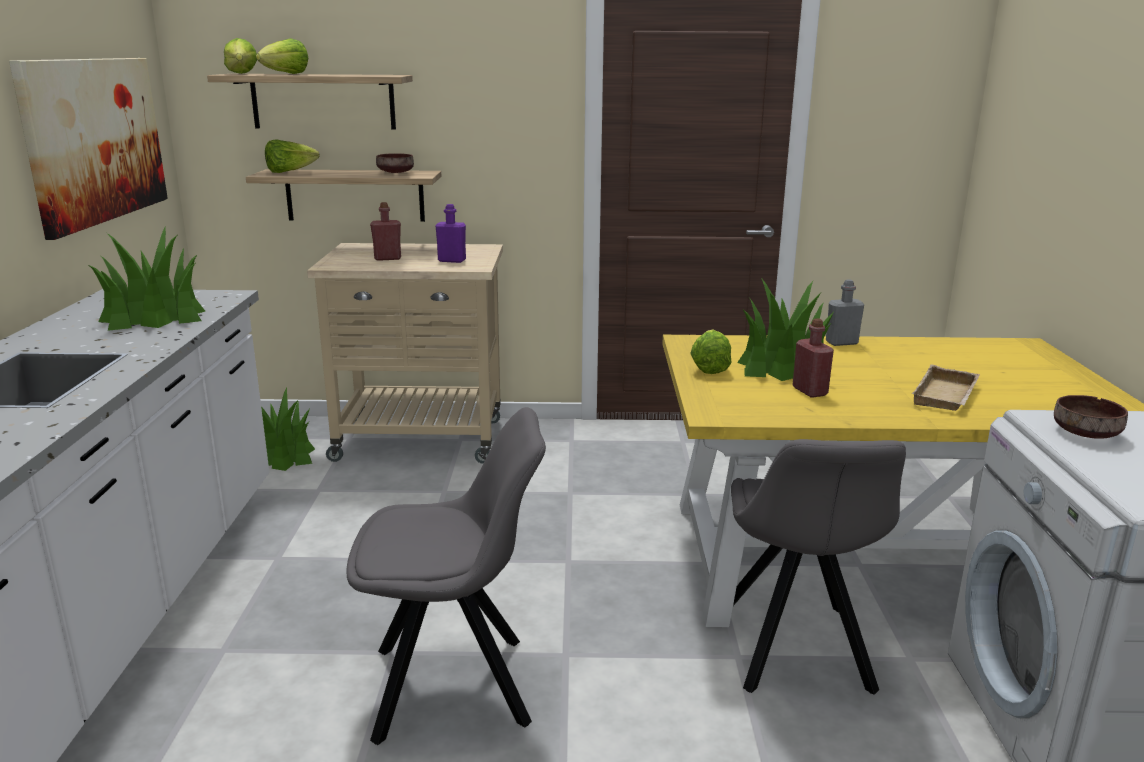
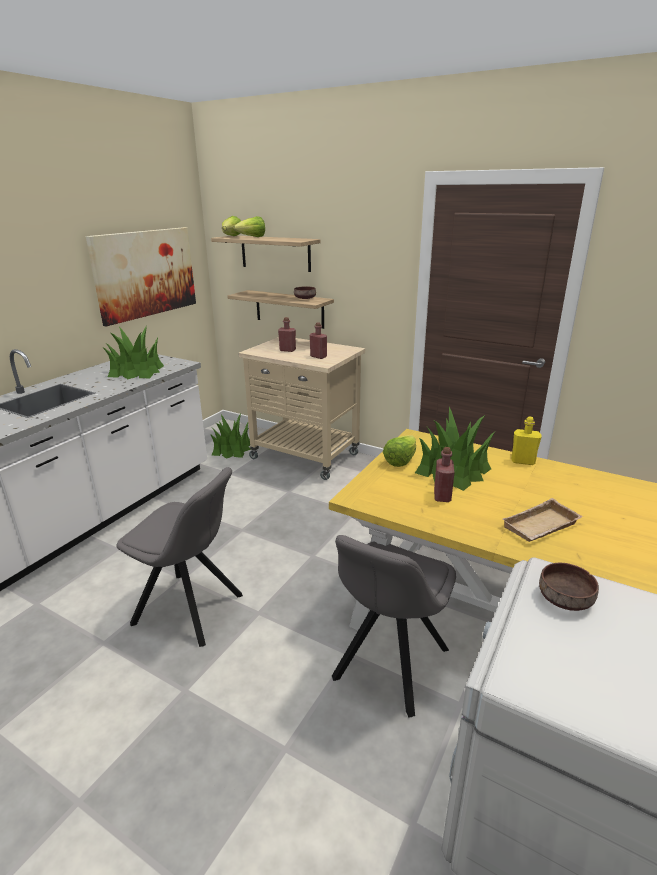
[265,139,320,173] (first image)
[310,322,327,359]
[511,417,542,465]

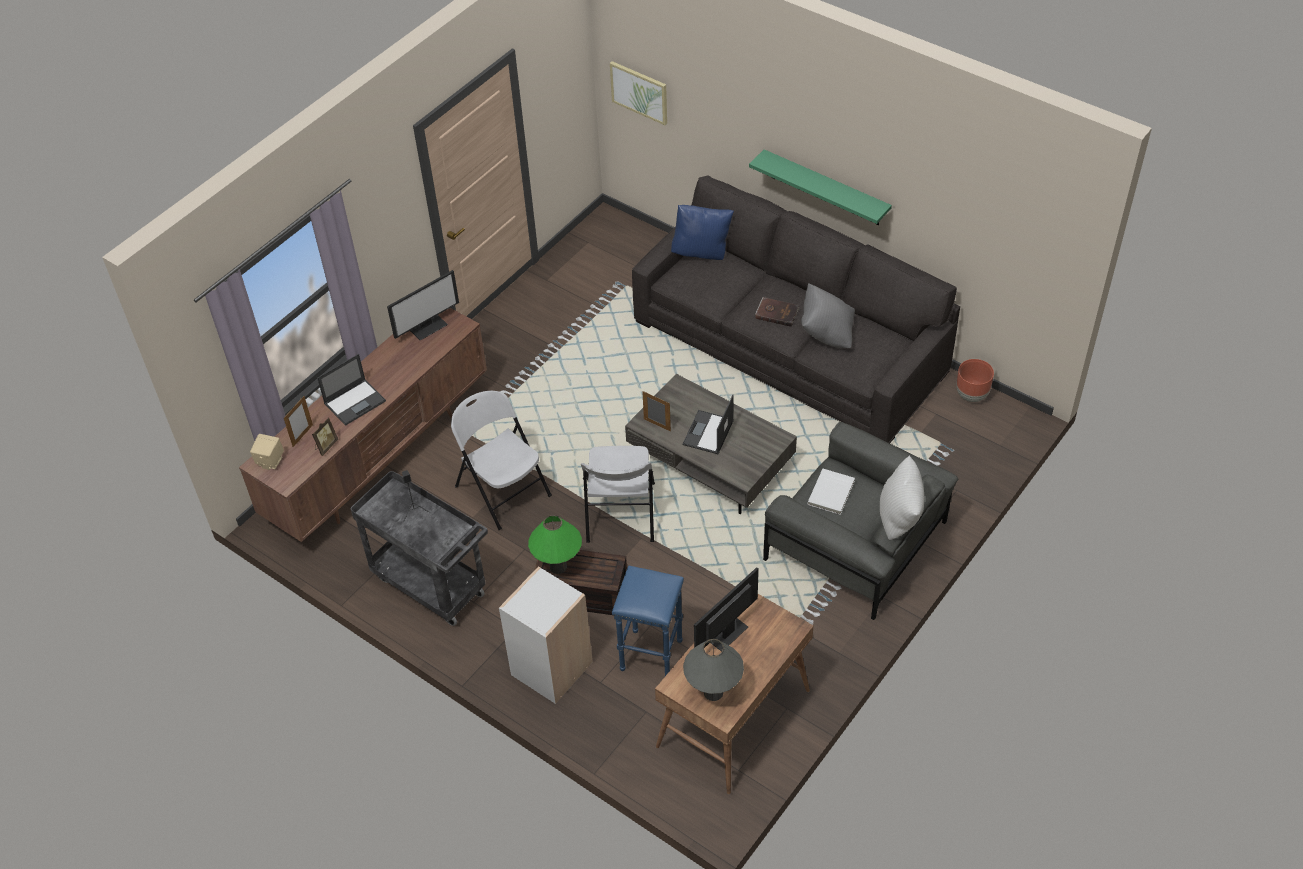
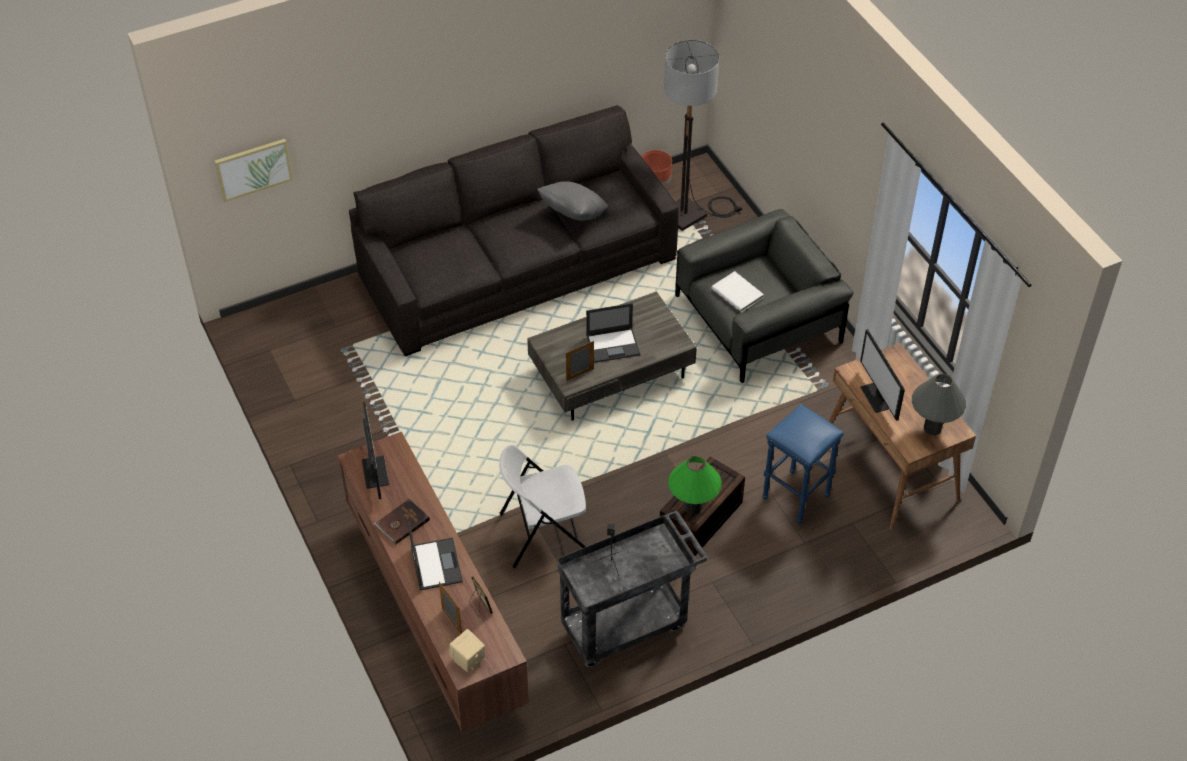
[499,566,592,704] (first image)
[581,446,655,543] (first image)
[671,205,734,260] (first image)
[586,303,640,363]
[749,149,892,225] (first image)
[374,499,430,544]
[880,455,924,540] (first image)
[664,40,742,231]

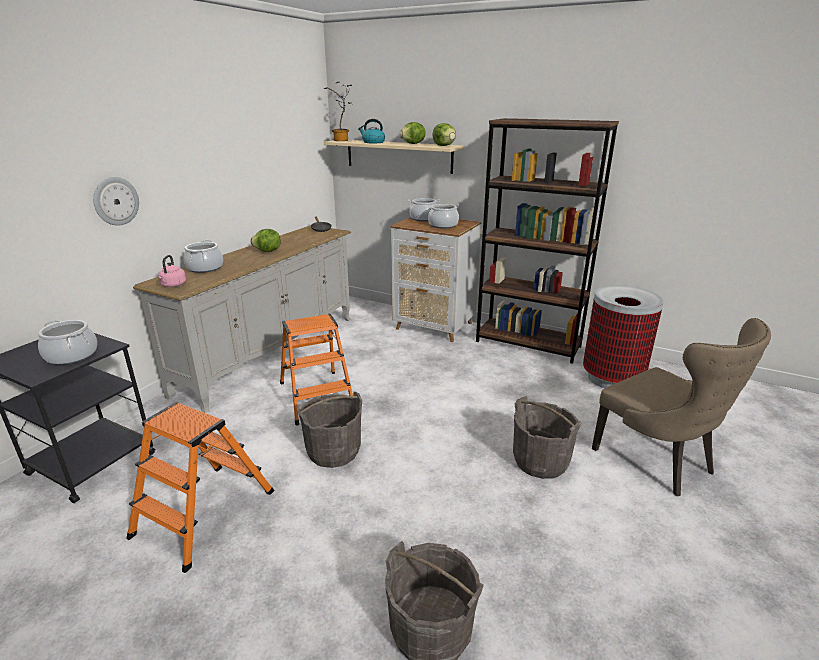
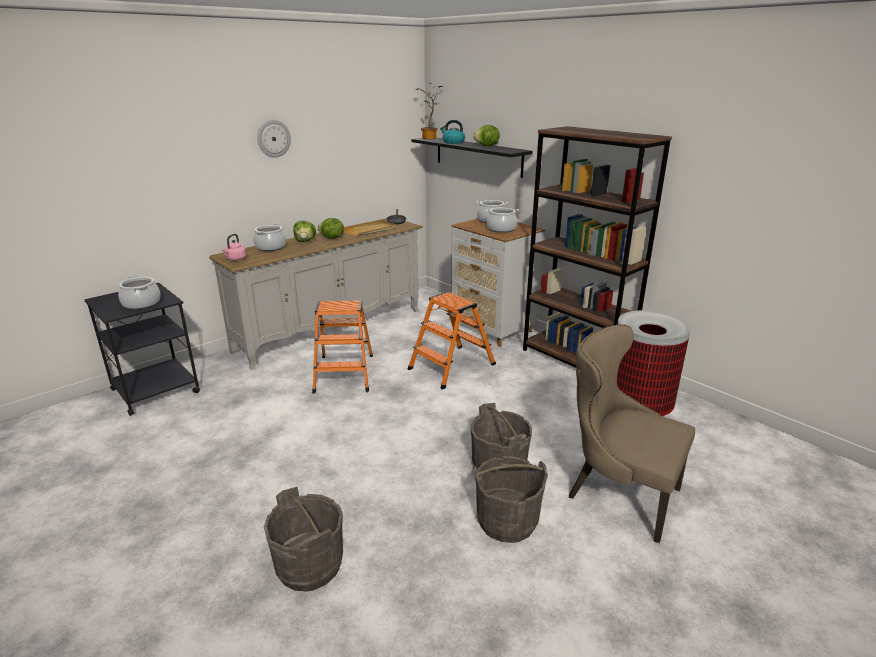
[257,120,291,158]
[408,291,496,390]
[473,456,548,543]
[412,137,533,178]
[294,221,316,242]
[569,324,695,543]
[344,220,397,237]

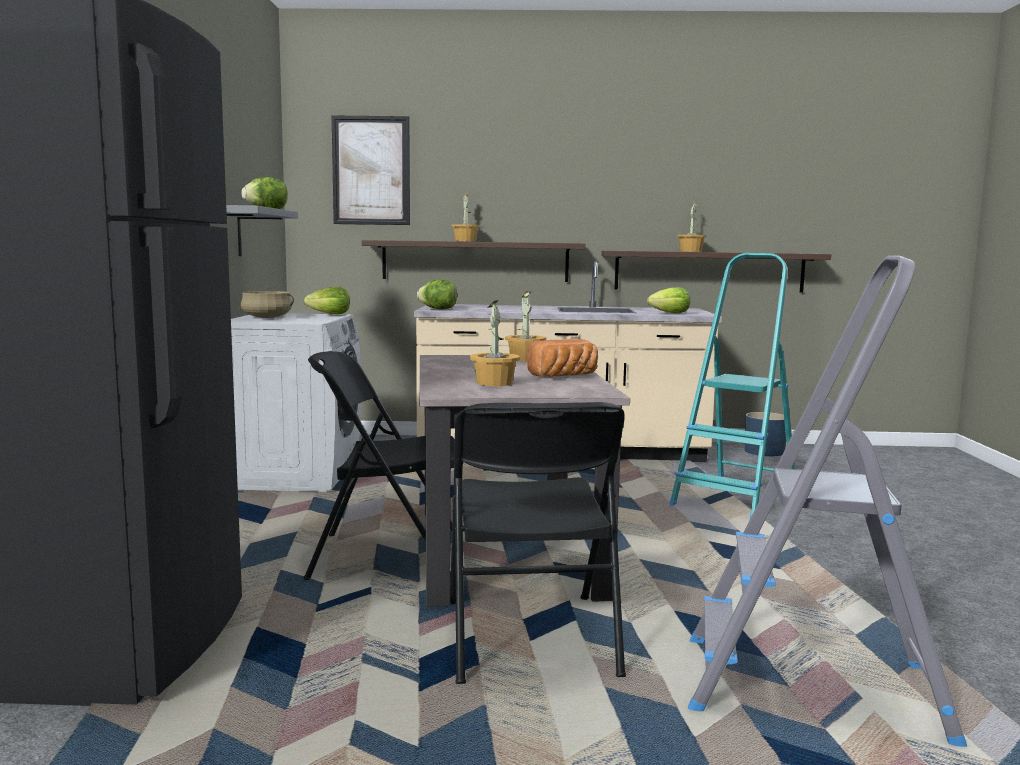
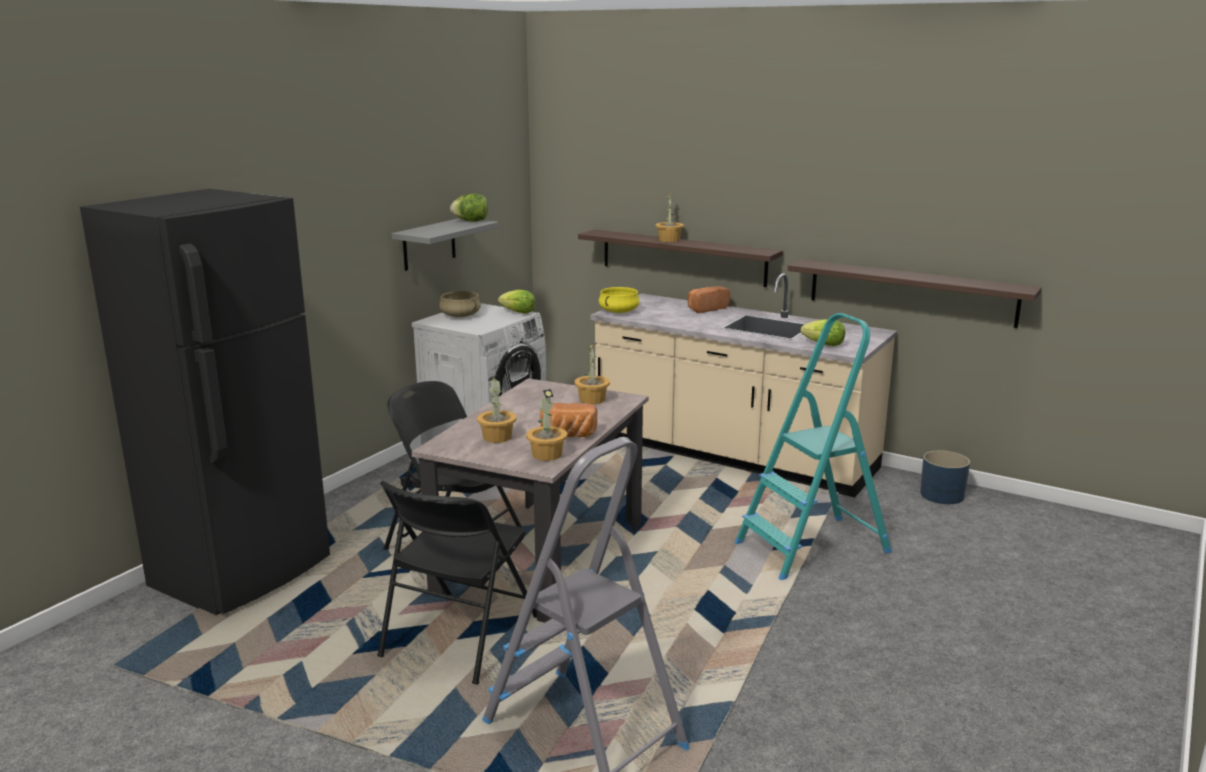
[332,116,410,225] (first image)
[599,287,640,313]
[526,389,567,461]
[687,286,730,313]

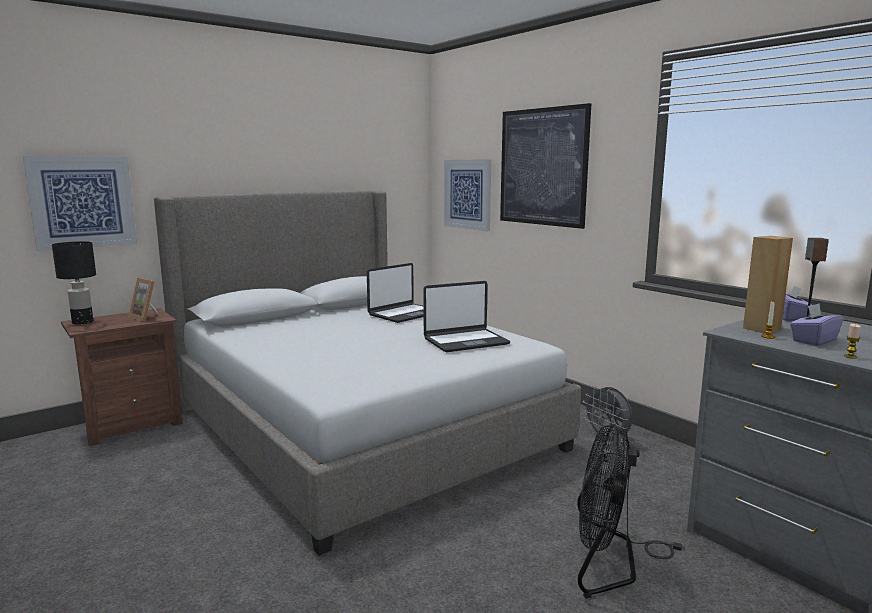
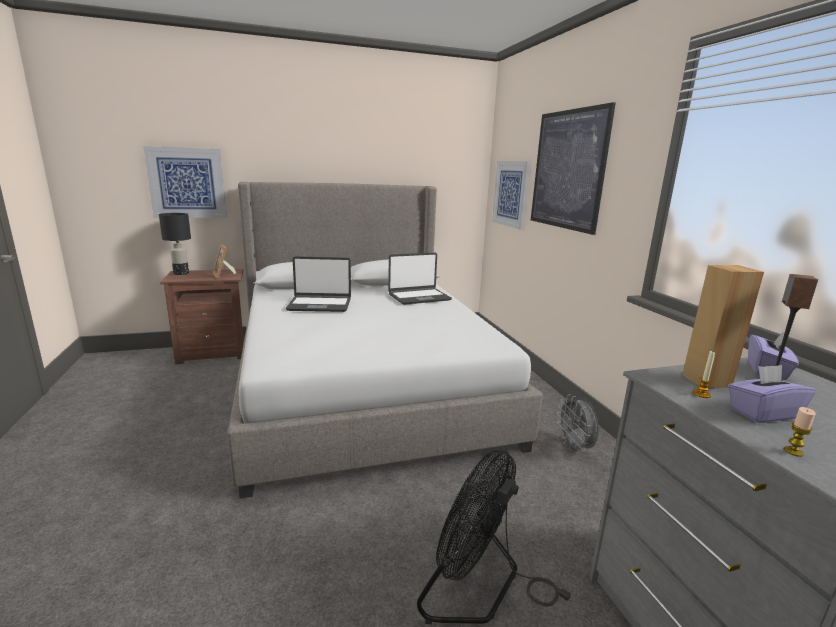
[286,256,351,312]

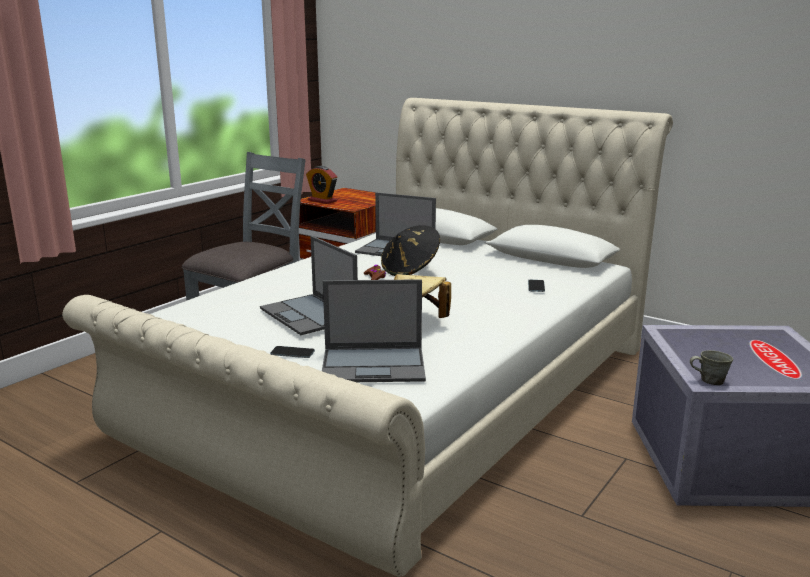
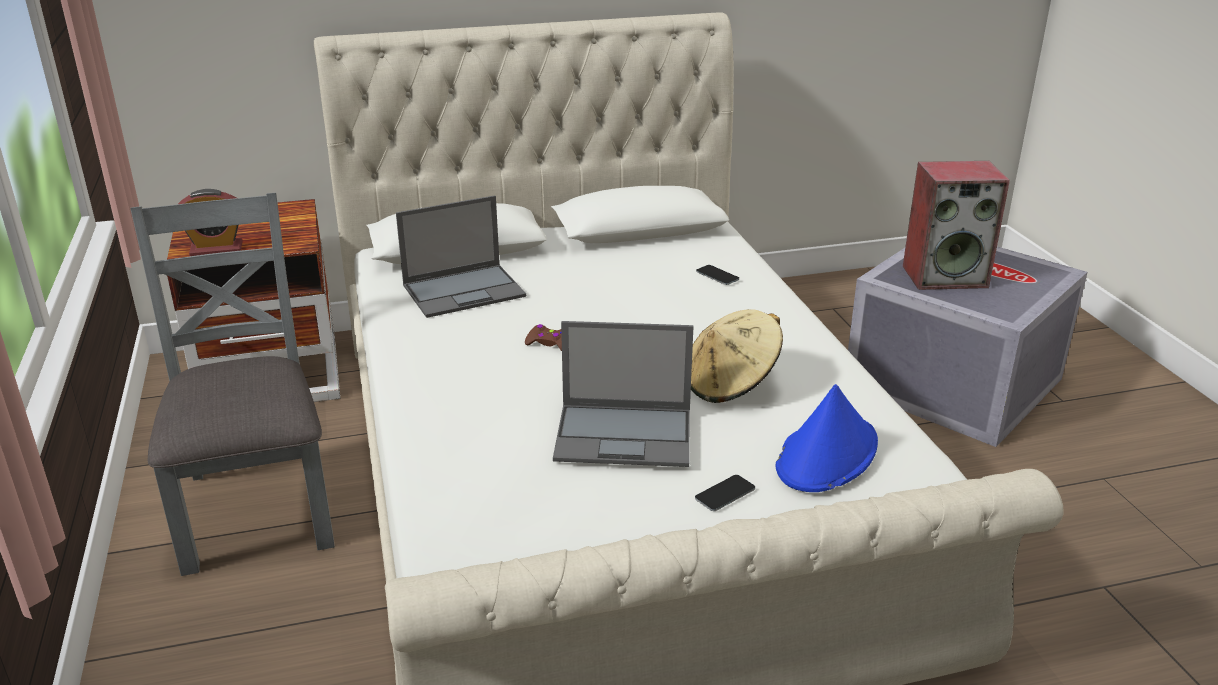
[776,384,878,492]
[381,225,440,276] (first image)
[690,350,733,385] (first image)
[903,161,1010,290]

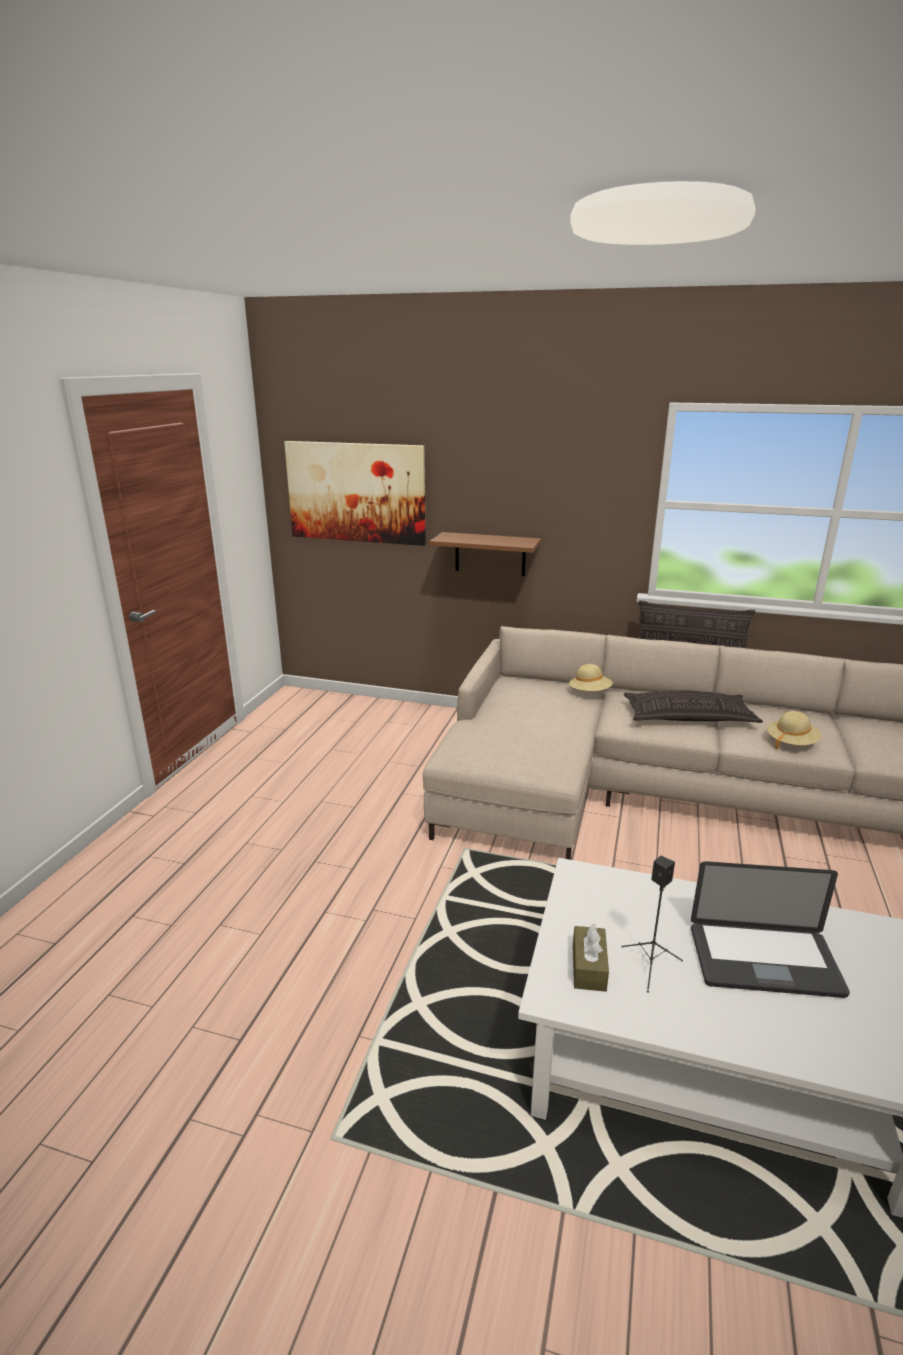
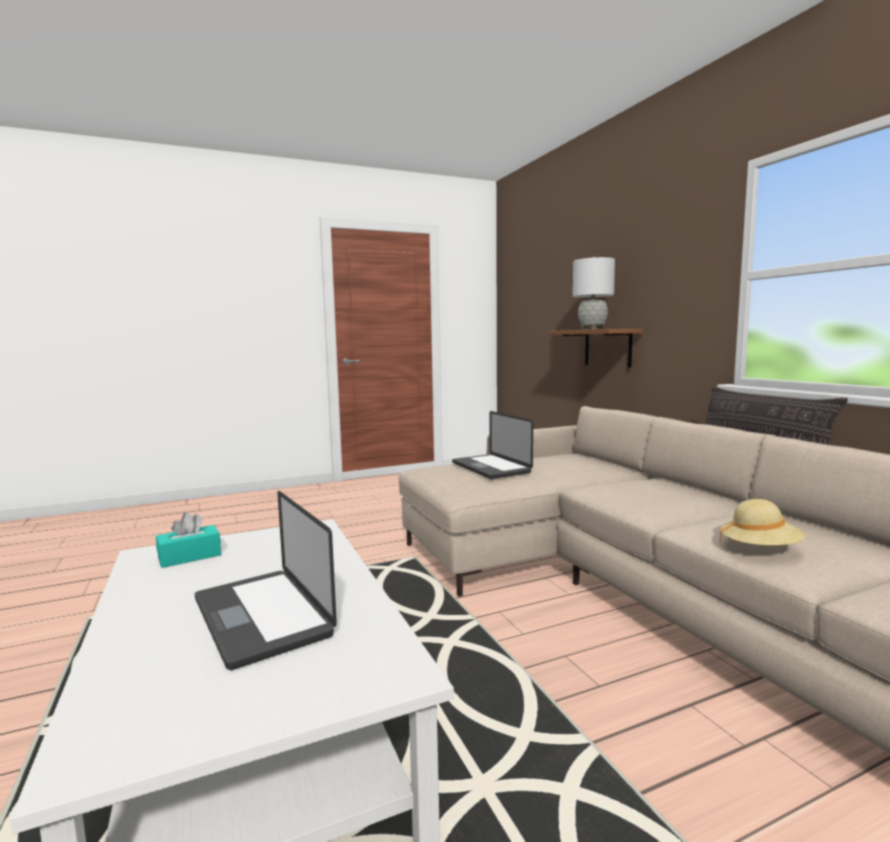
[284,441,426,546] (first image)
[569,664,613,691] (first image)
[156,512,221,568]
[621,856,683,993] (first image)
[624,690,763,723] (first image)
[452,411,533,479]
[573,257,615,330]

